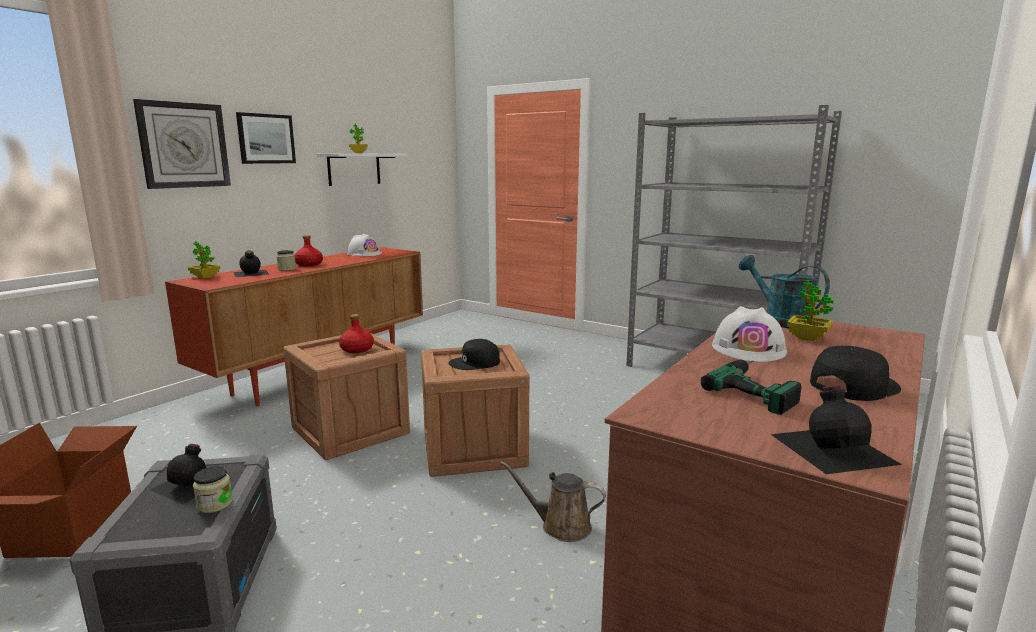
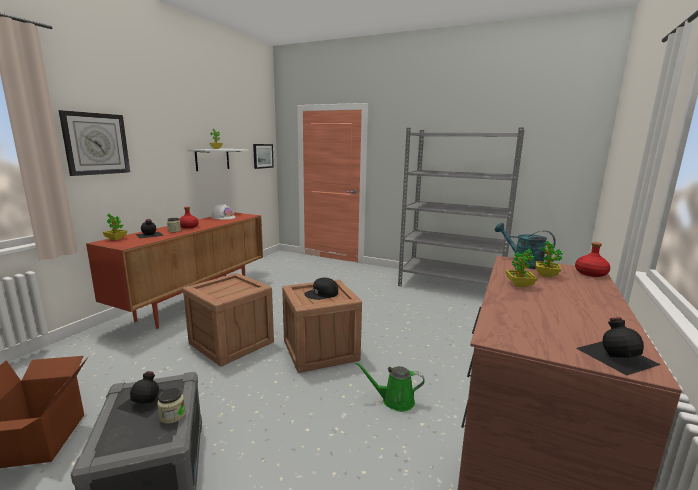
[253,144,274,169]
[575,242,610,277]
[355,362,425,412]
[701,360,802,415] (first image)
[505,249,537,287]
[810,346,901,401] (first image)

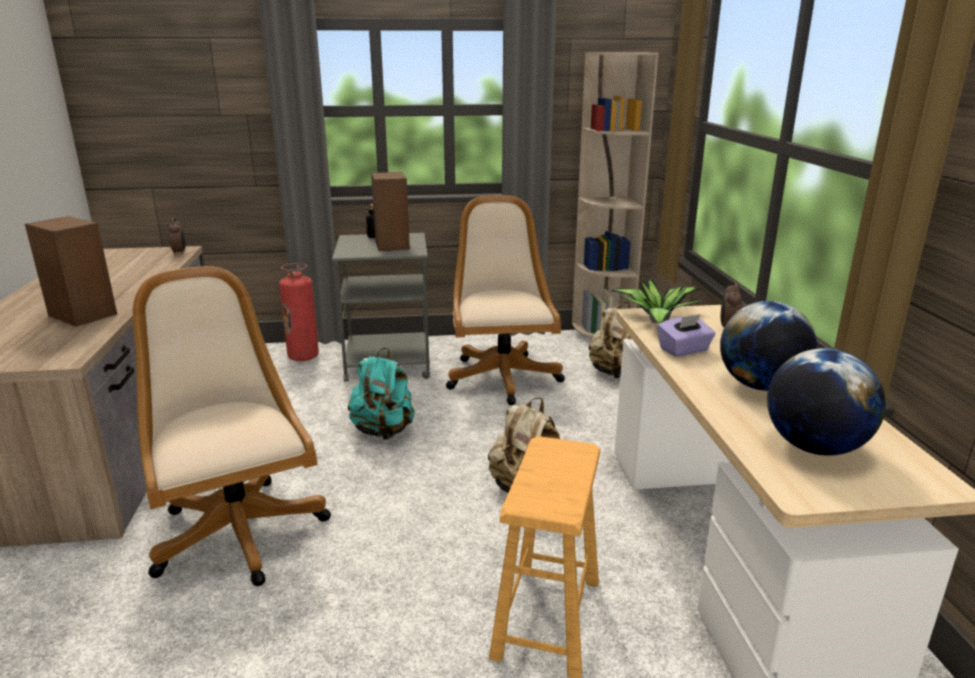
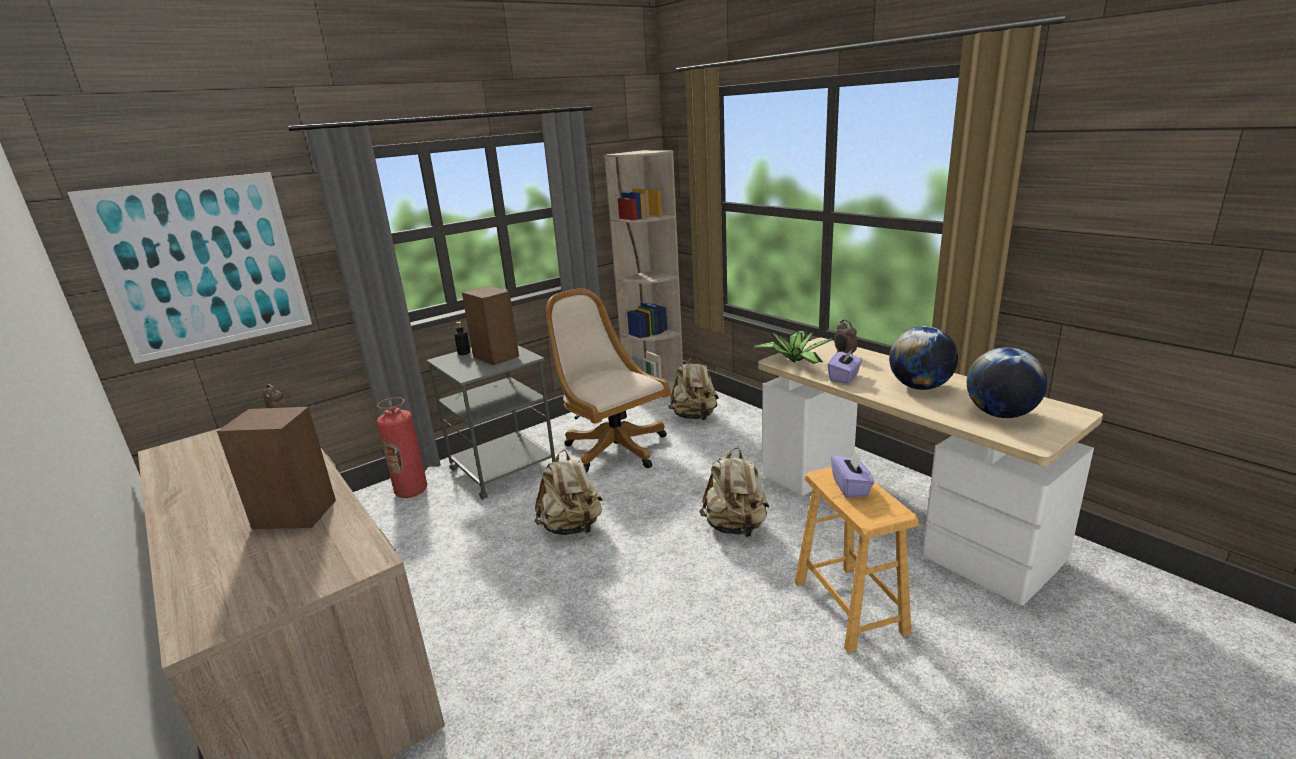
[133,266,331,586] (first image)
[534,450,603,535]
[67,172,312,364]
[831,451,874,498]

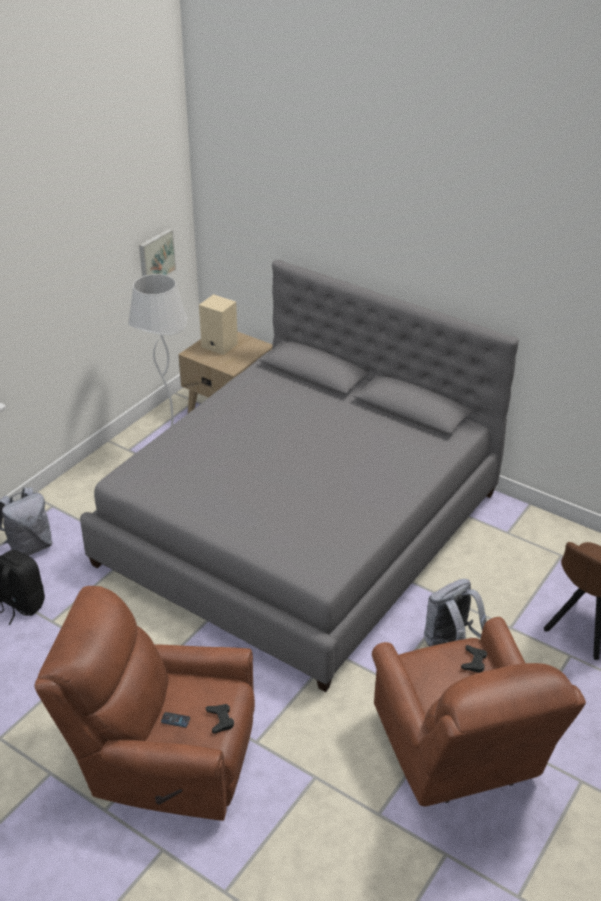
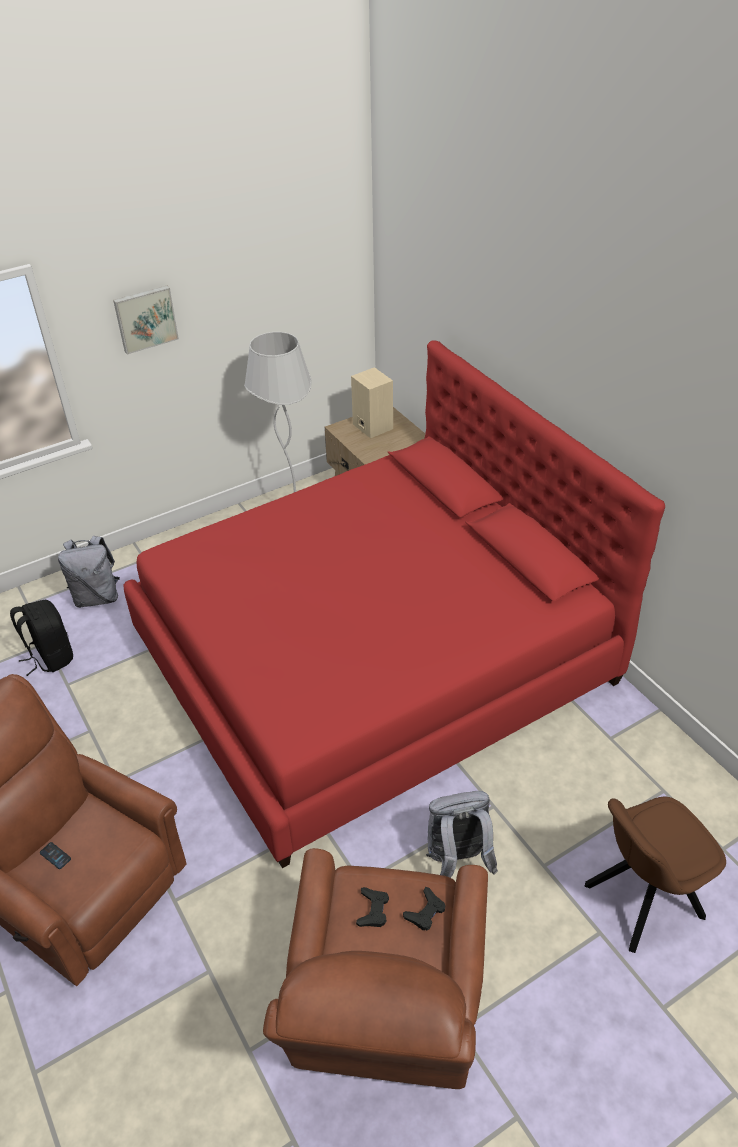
[123,340,665,868]
[113,286,179,354]
[356,887,389,927]

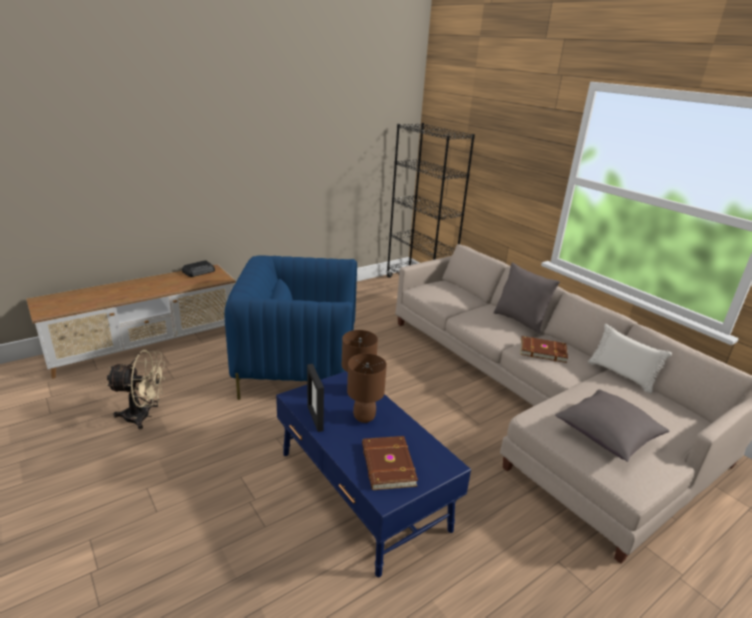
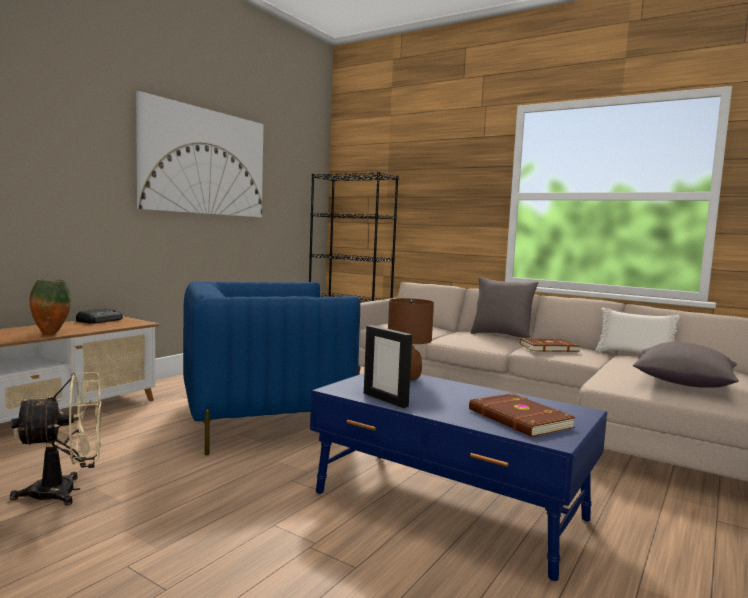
[347,354,387,423] (first image)
[30,279,71,335]
[136,91,263,217]

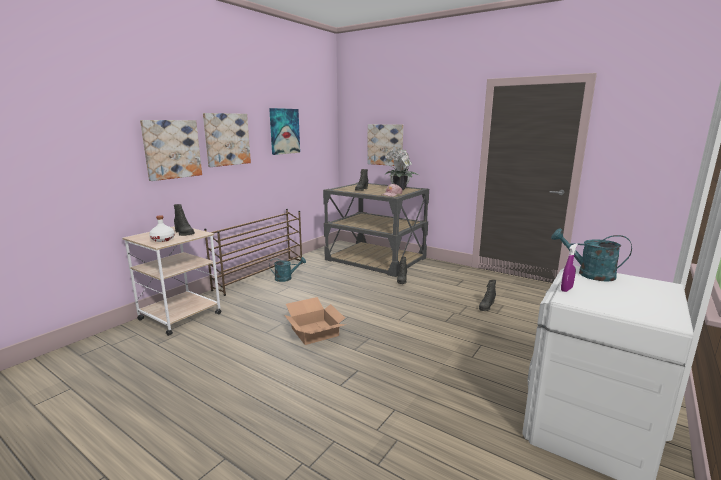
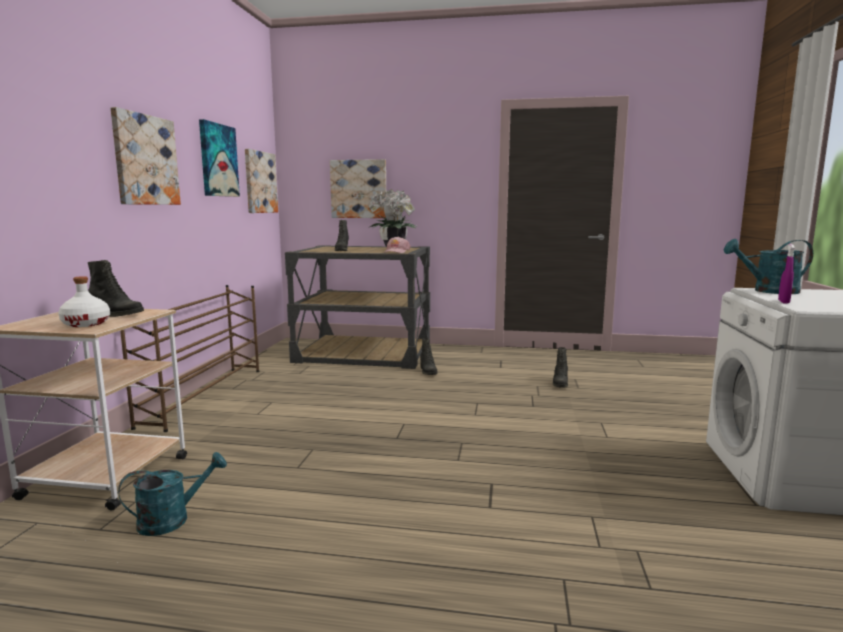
[245,149,278,213]
[118,452,227,536]
[284,297,345,345] (first image)

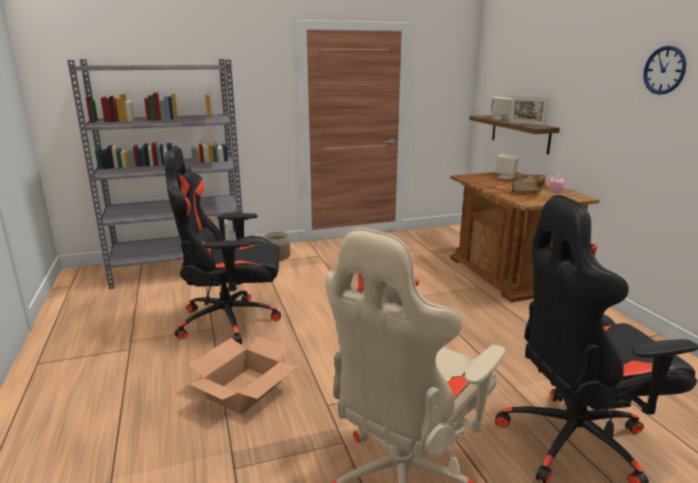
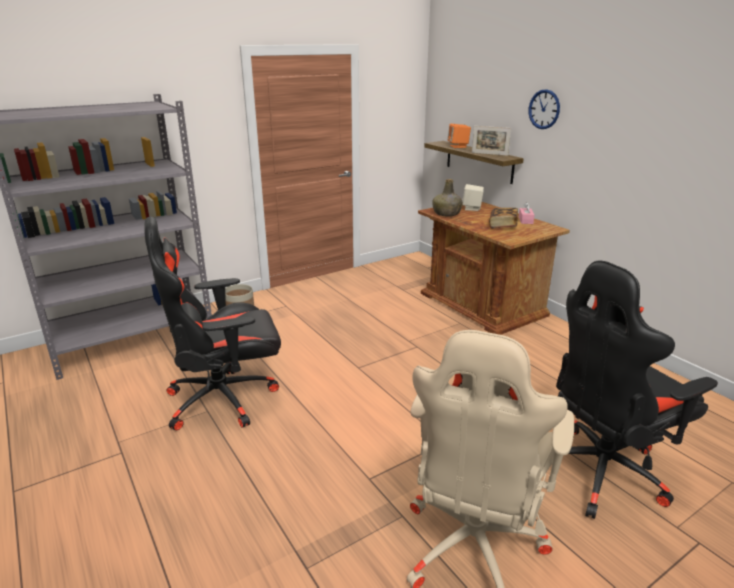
[188,336,298,415] (first image)
[447,124,471,148]
[529,89,560,129]
[432,179,463,217]

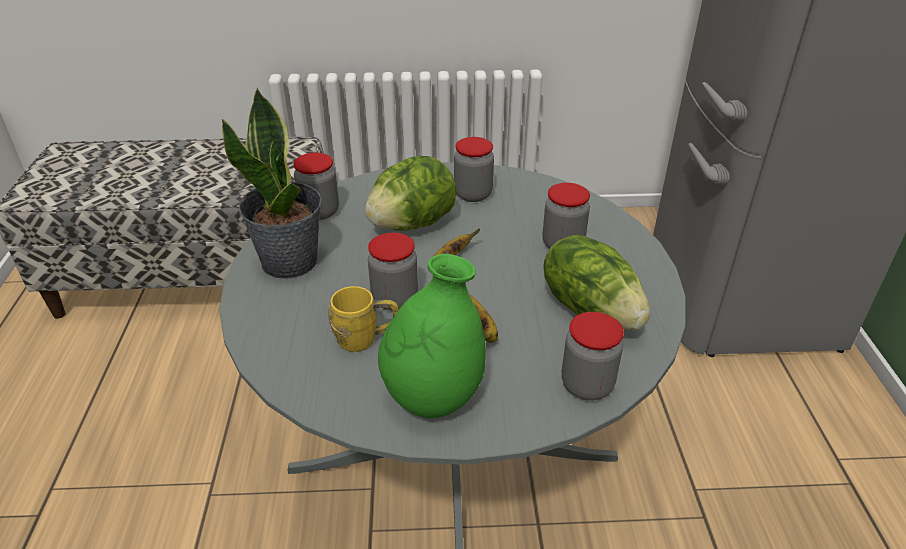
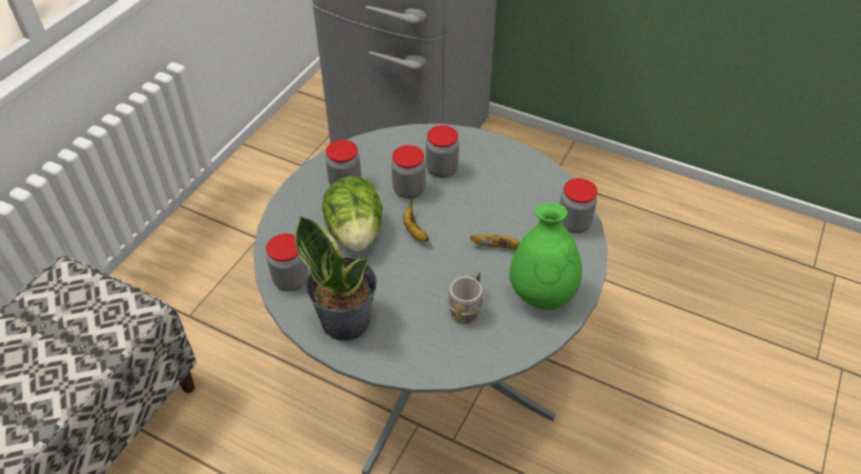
[447,270,483,324]
[391,145,426,199]
[543,235,651,330] (first image)

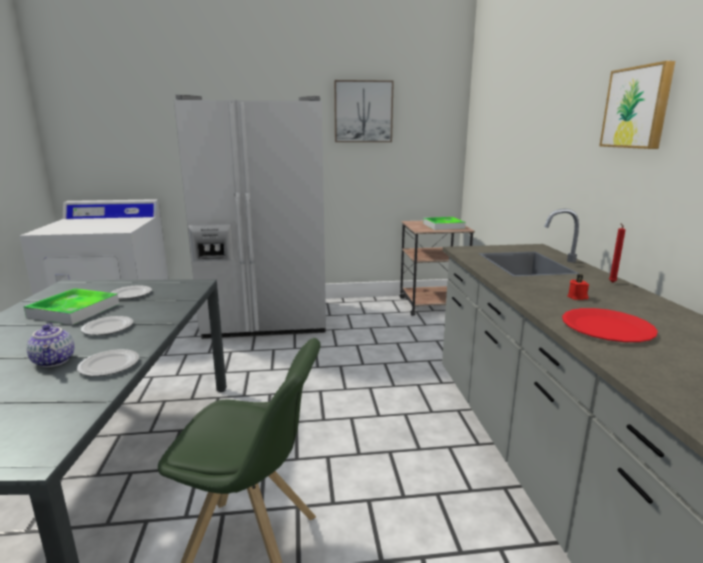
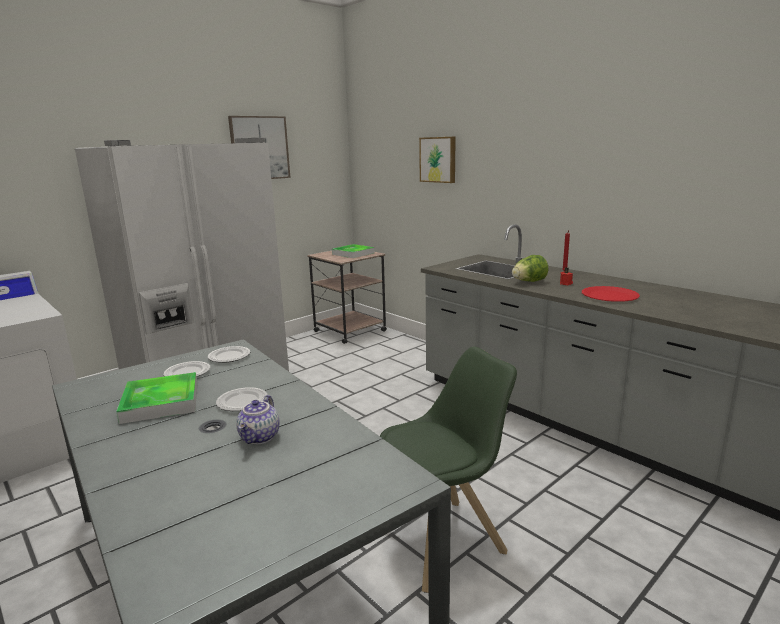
[236,395,280,444]
[208,346,250,363]
[419,137,456,183]
[512,255,548,282]

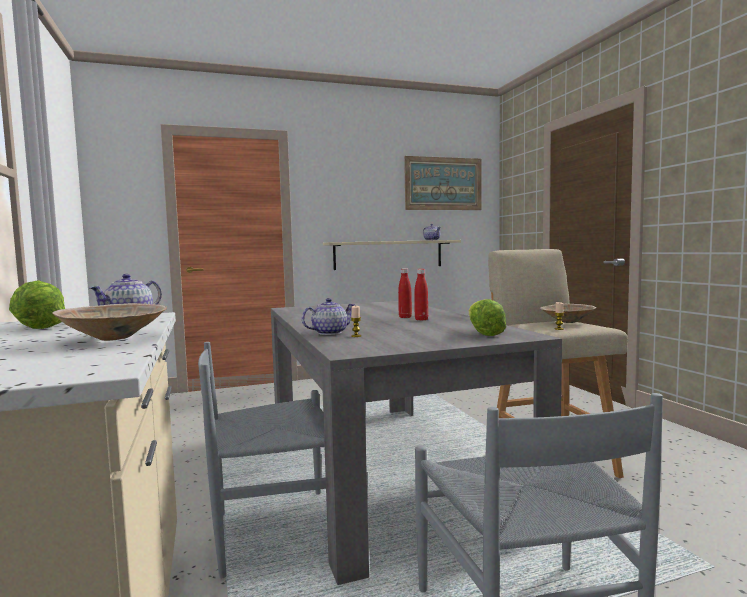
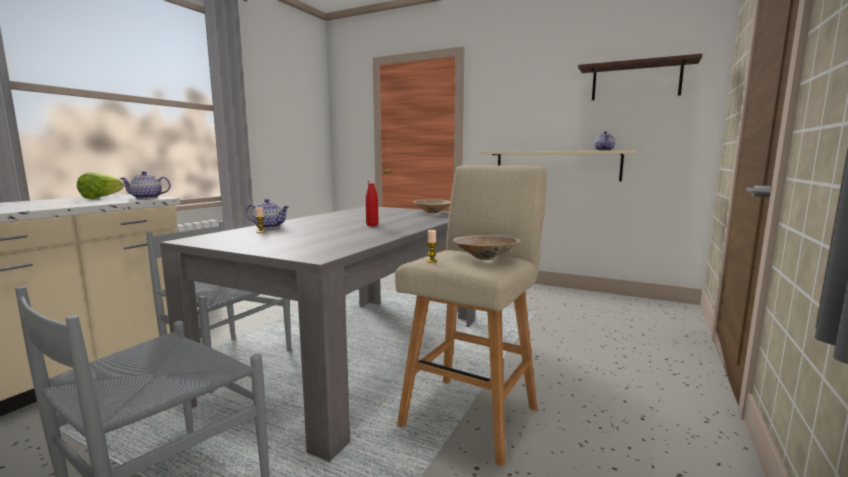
[413,200,450,213]
[578,54,702,100]
[414,269,428,321] (first image)
[469,299,507,336] (first image)

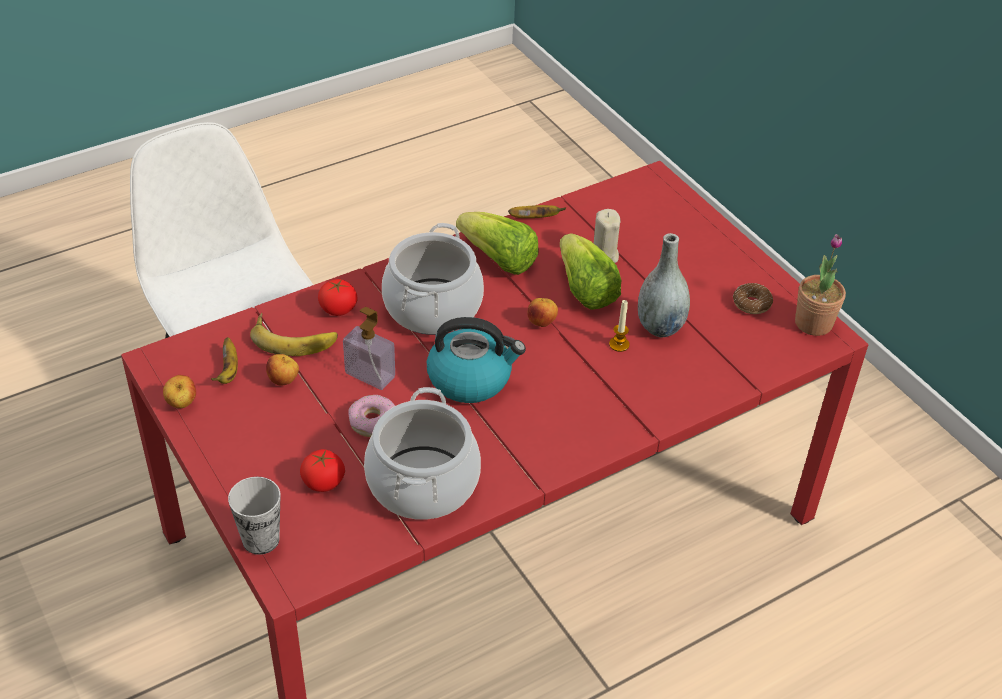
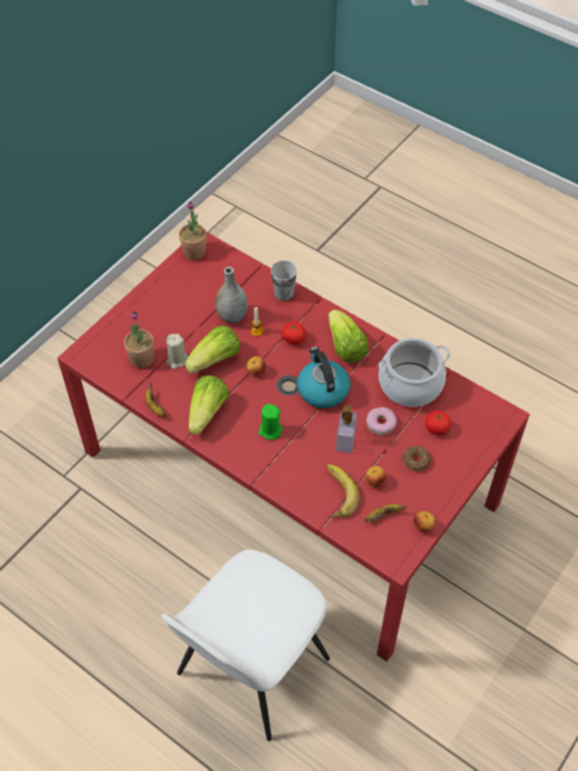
[271,260,297,301]
[282,321,306,345]
[258,404,283,440]
[403,446,431,471]
[124,311,154,368]
[328,309,369,363]

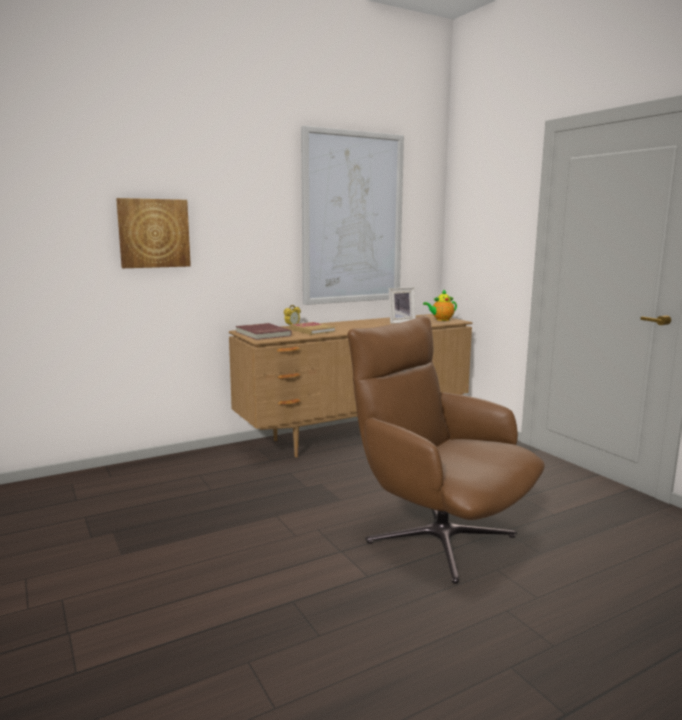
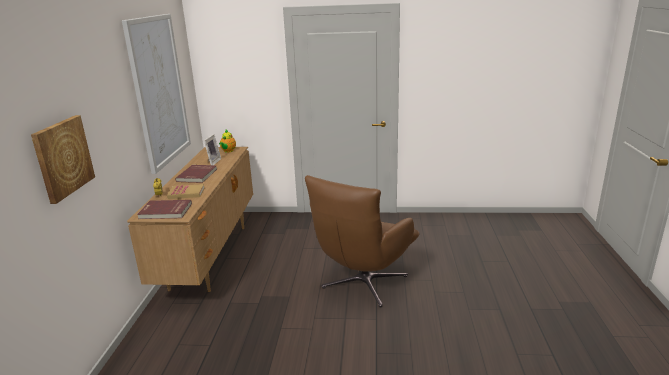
[305,175,420,307]
[175,165,217,183]

